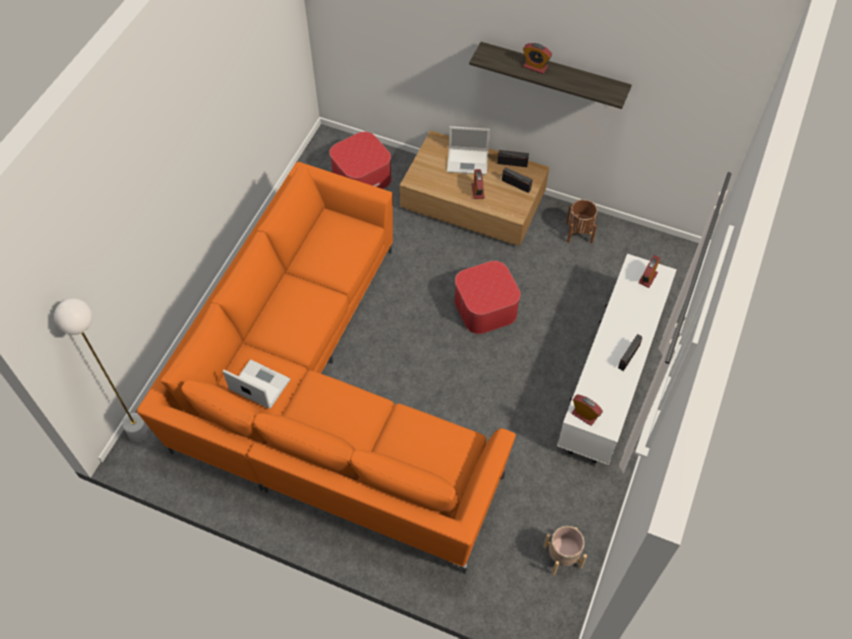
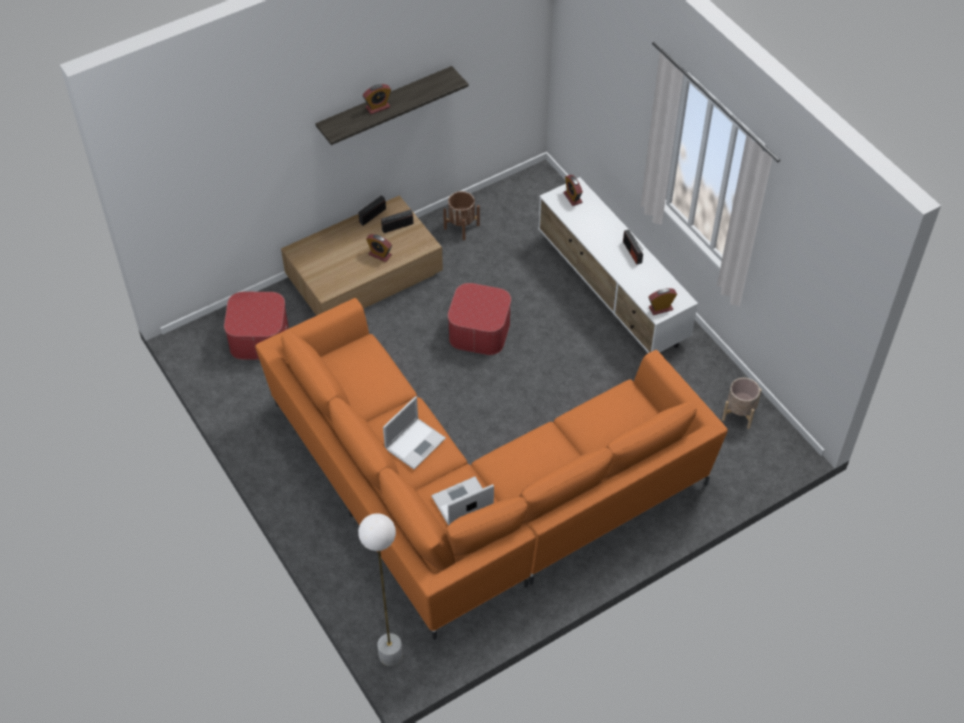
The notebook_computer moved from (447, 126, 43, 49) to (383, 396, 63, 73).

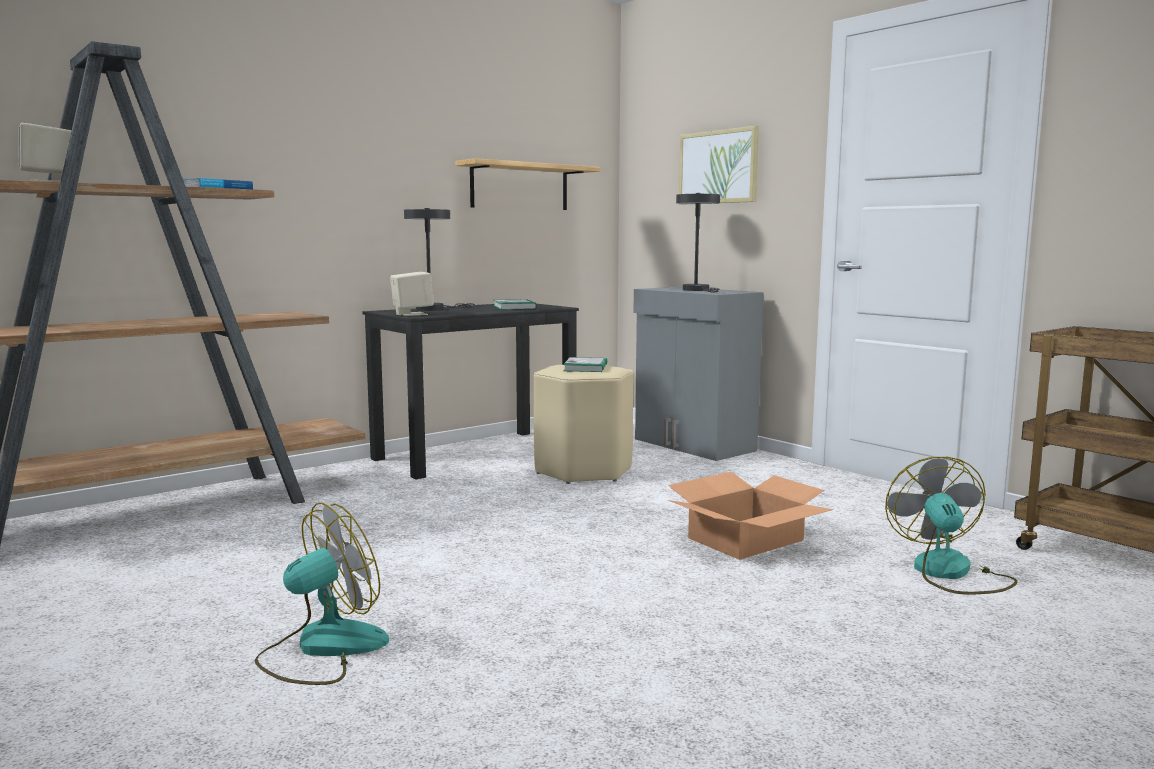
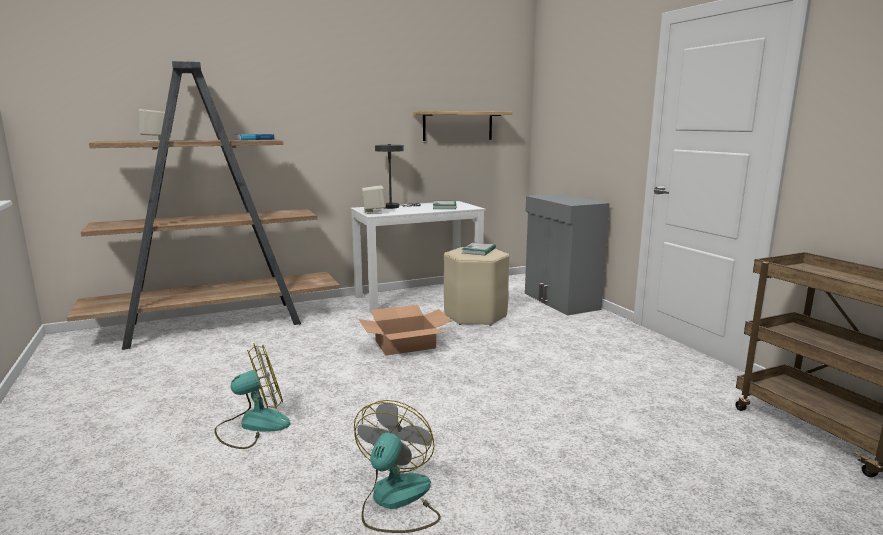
The blackish_desk at (363, 304, 216, 175) became the whitish_desk at (350, 201, 135, 112).
The cooling_fan moved from (885, 457, 133, 138) to (354, 400, 87, 133).
The carton moved from (668, 472, 165, 88) to (359, 305, 93, 51).
The greyish_lamp_for_a_table at (676, 193, 44, 100) disappeared.
The wall_art at (679, 126, 80, 79) disappeared.

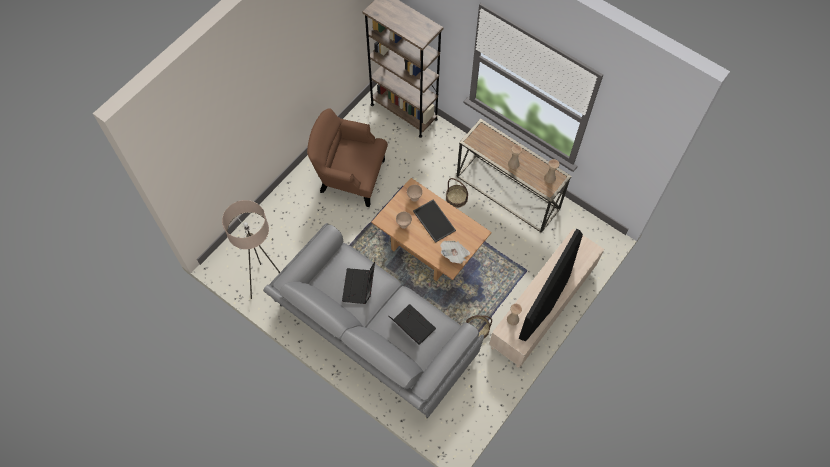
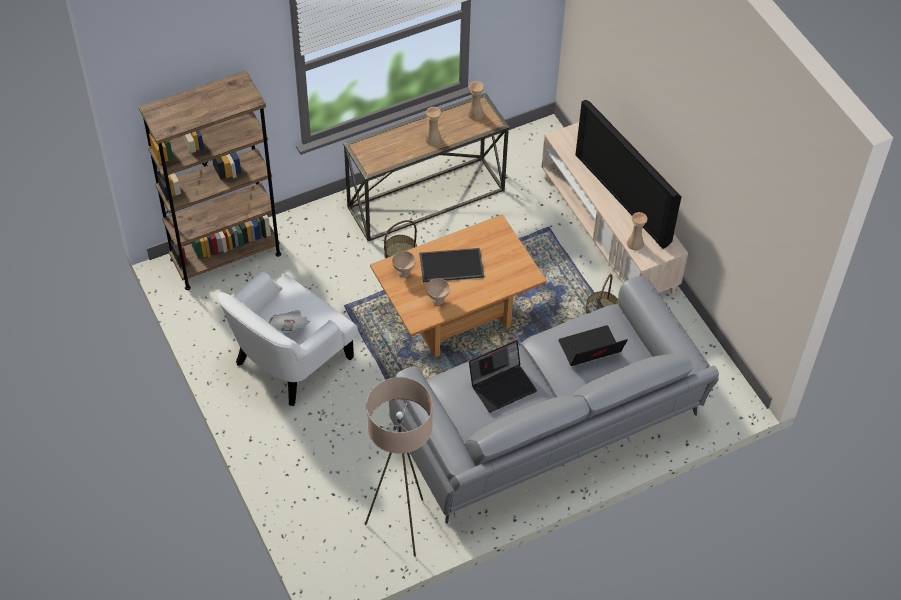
The brownish_easy_chair at (307, 108, 81, 99) became the whitish_easy_chair at (218, 271, 140, 135).
The printed_paper moved from (440, 241, 30, 23) to (268, 310, 42, 23).
The notebook_computer at (342, 262, 33, 42) turned 60 degrees counterclockwise.

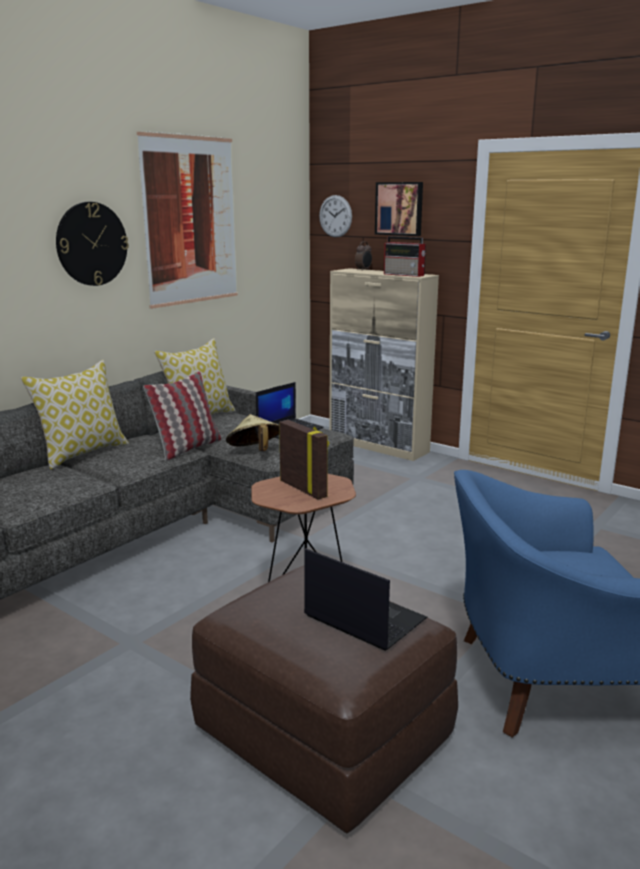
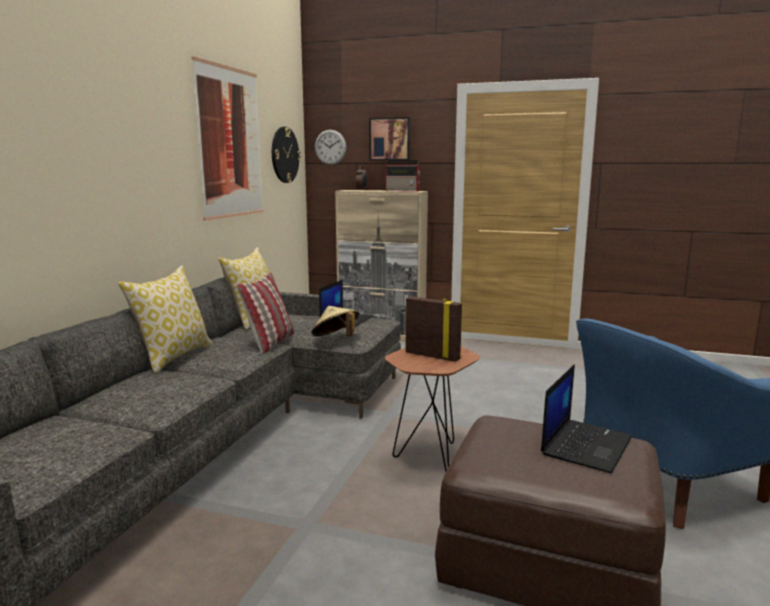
The wall_clock moved from (56, 202, 73, 84) to (272, 127, 29, 56).
The notebook_computer at (304, 548, 123, 103) turned 105 degrees clockwise.

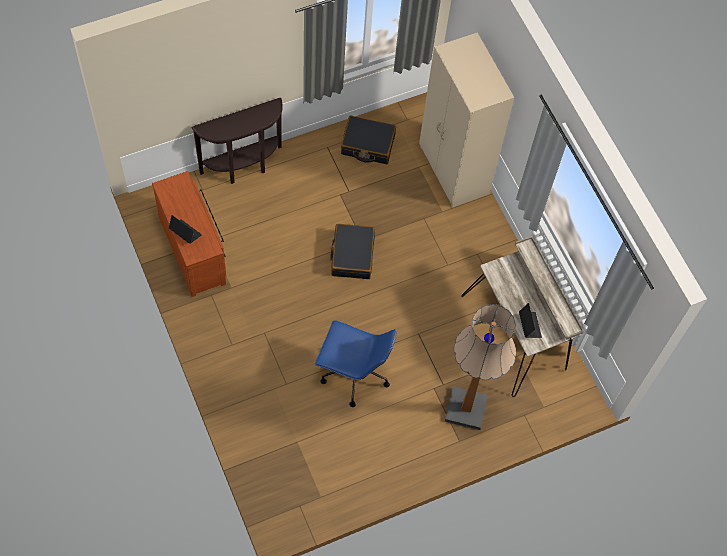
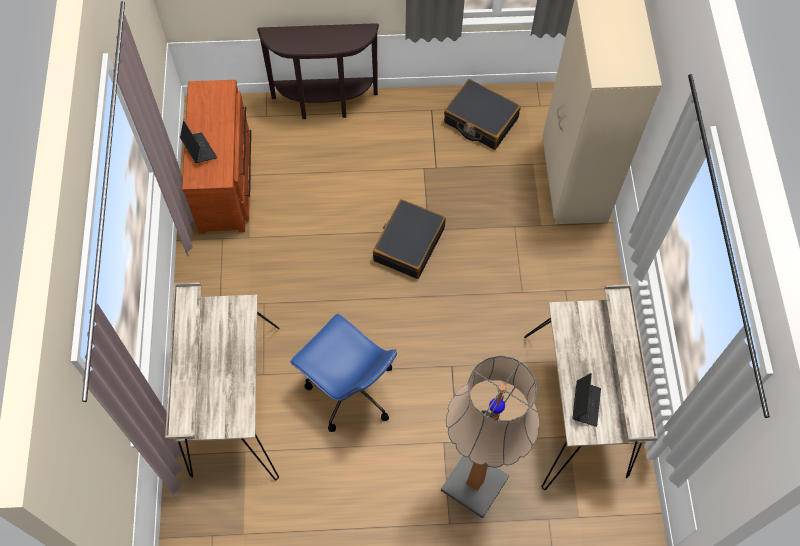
The beige-coloured_desk at (165, 282, 115, 198) appeared.

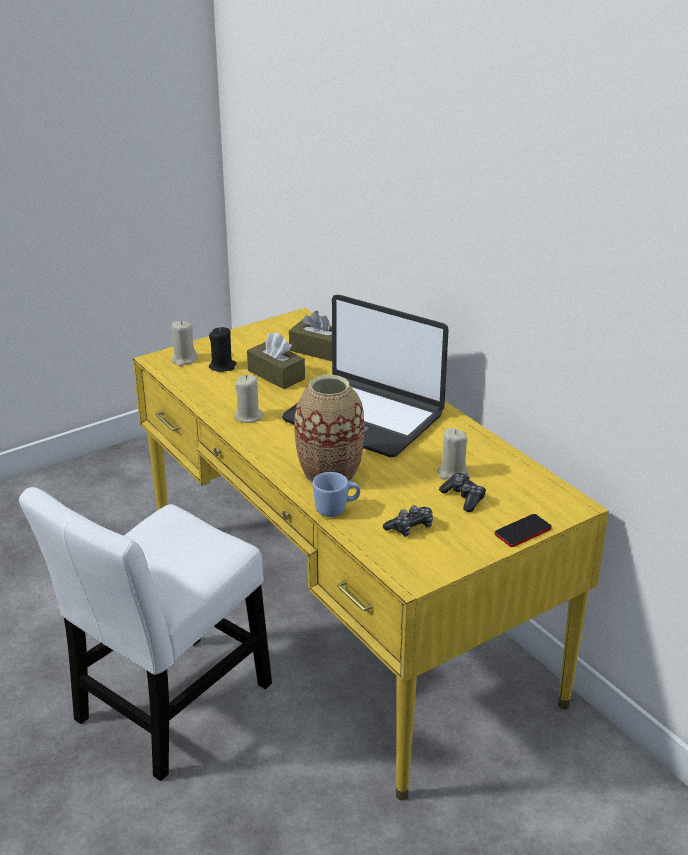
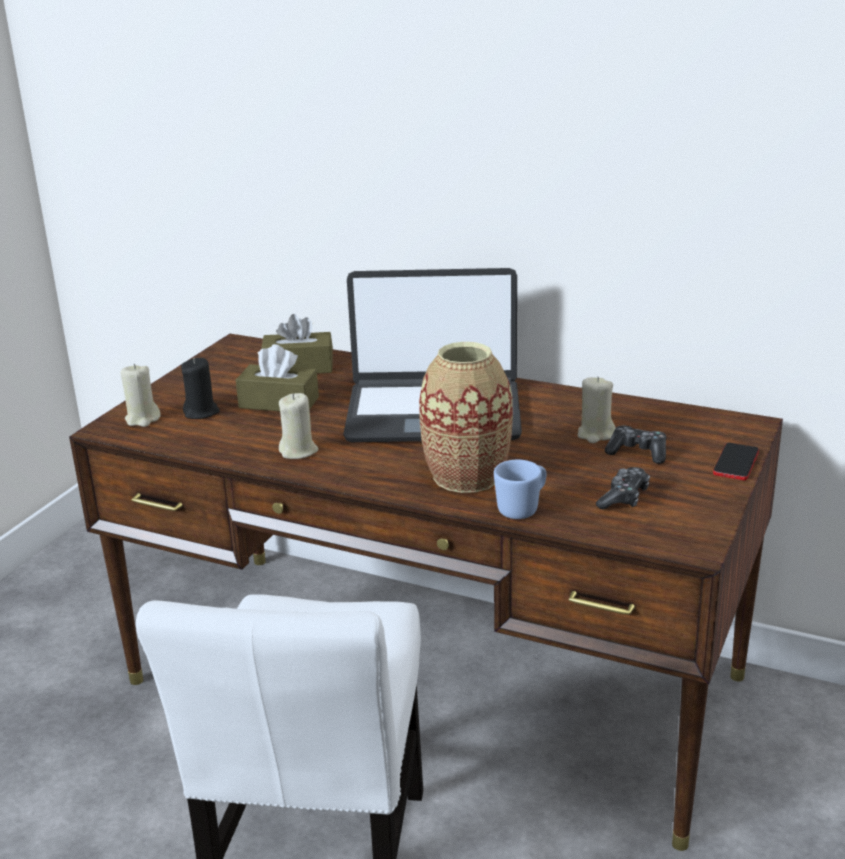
The yellow-coloured_desk at (133, 308, 476, 493) became the brownish_desk at (69, 334, 714, 517).

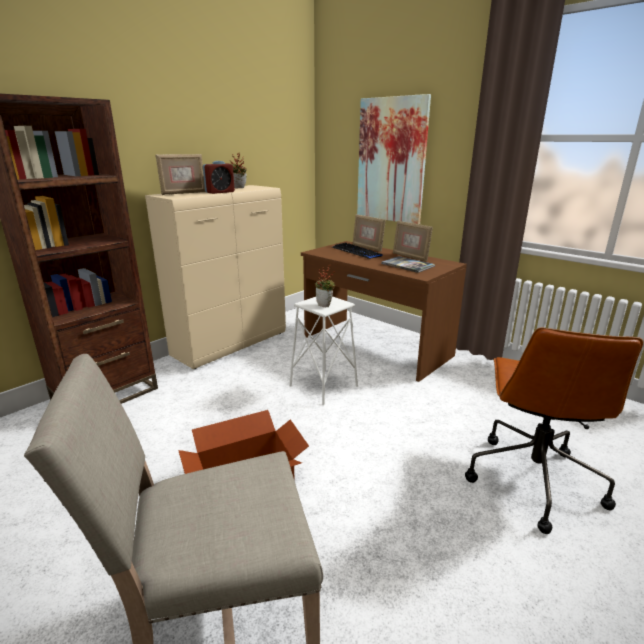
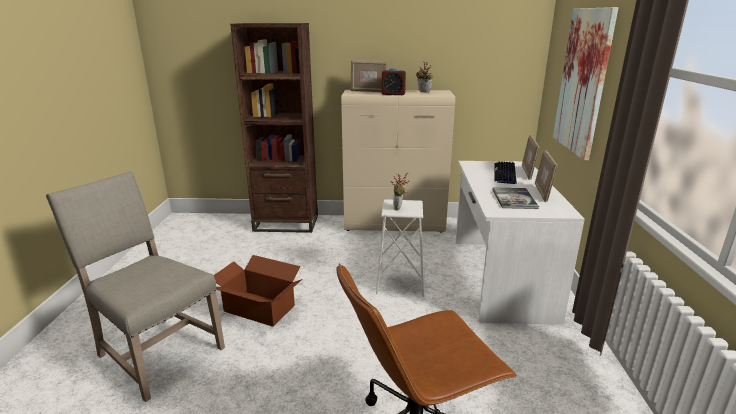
The brownish_desk at (301, 241, 166, 141) became the whitish_desk at (455, 161, 130, 164).

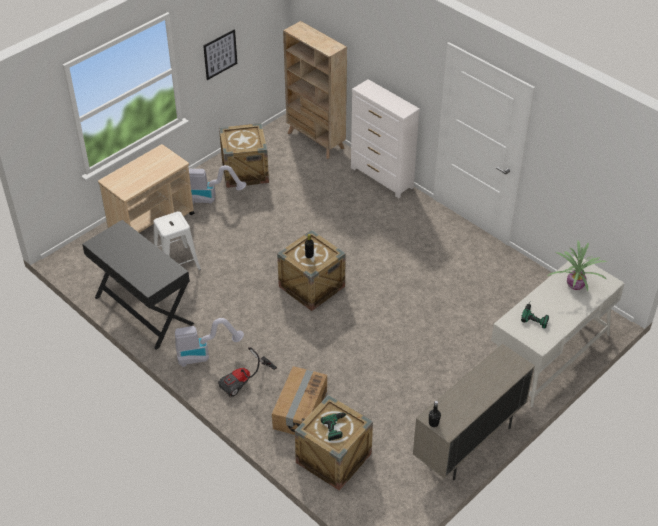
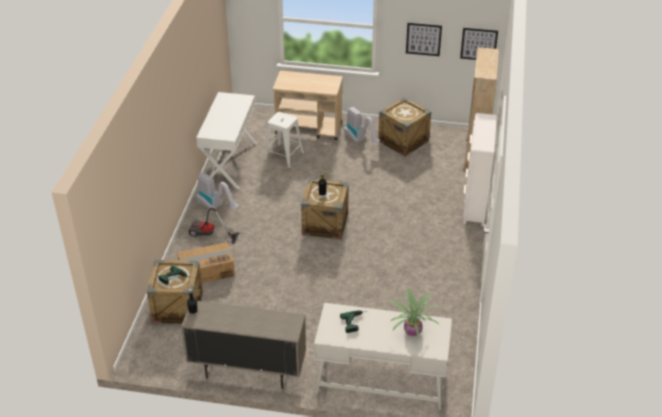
The blackish_desk at (82, 220, 112, 130) became the whitish_desk at (196, 92, 61, 97).
The wall_art at (460, 28, 38, 32) appeared.

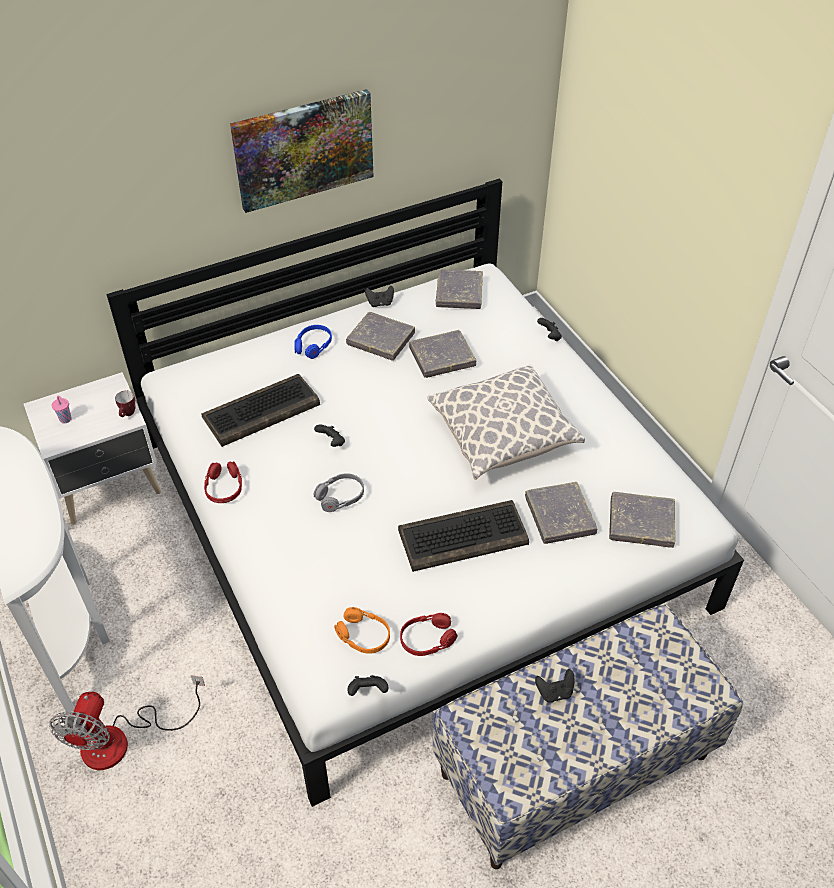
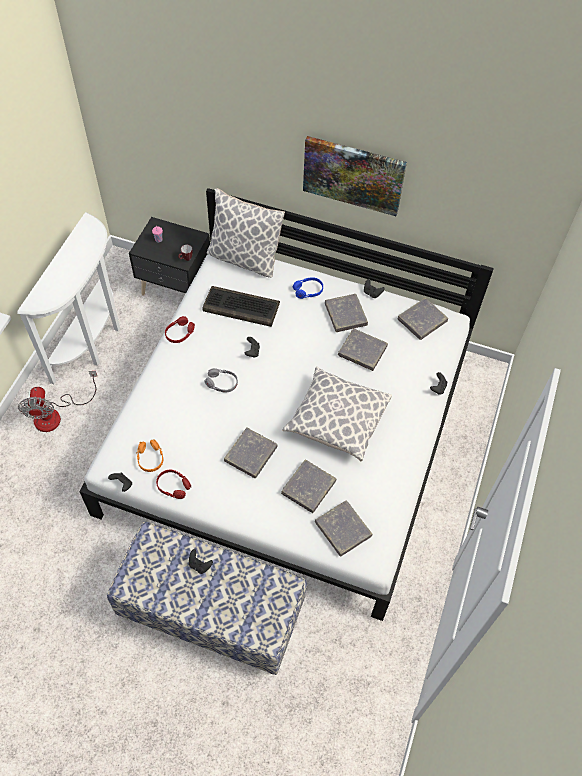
The cooling_fan at (49, 675, 156, 95) turned 60 degrees counterclockwise.
The whitish_bedside_table at (24, 372, 137, 153) became the blackish_bedside_table at (129, 217, 81, 79).
The throw_pillow at (207, 188, 78, 90) appeared.
The computer_keyboard at (398, 500, 131, 72) was replaced by the greyish_volume at (224, 428, 54, 50).

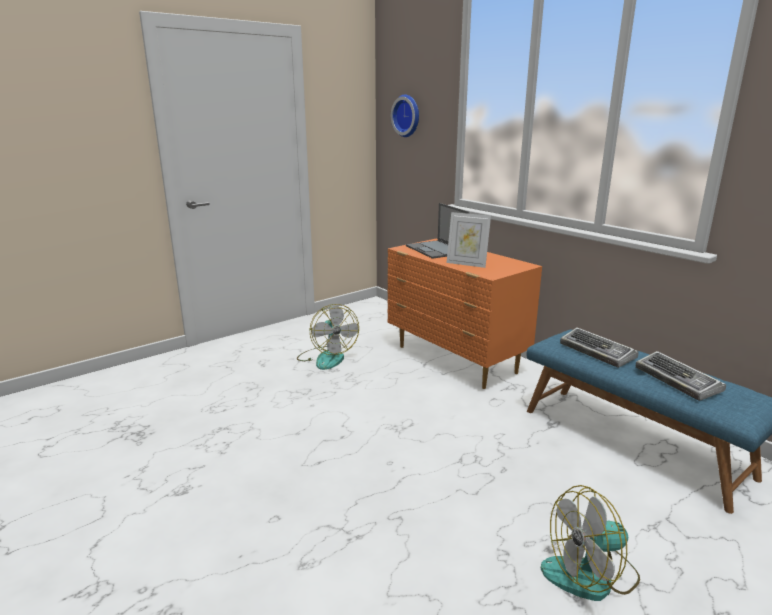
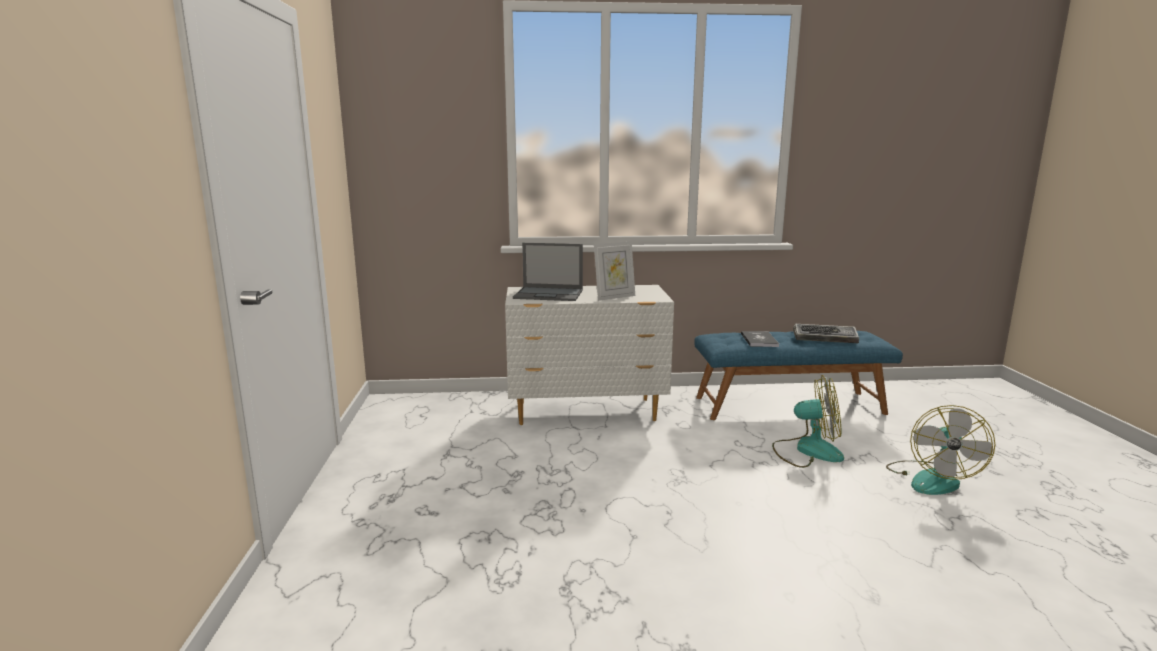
The orange-coloured_drawer_chest at (388, 239, 154, 150) became the whitish_drawer_chest at (505, 285, 169, 140).
The computer_keyboard at (560, 327, 79, 41) was replaced by the volume at (741, 331, 38, 16).
The cooling_fan moved from (297, 304, 62, 66) to (772, 375, 72, 93).
The wall_clock at (391, 95, 28, 42) disappeared.

